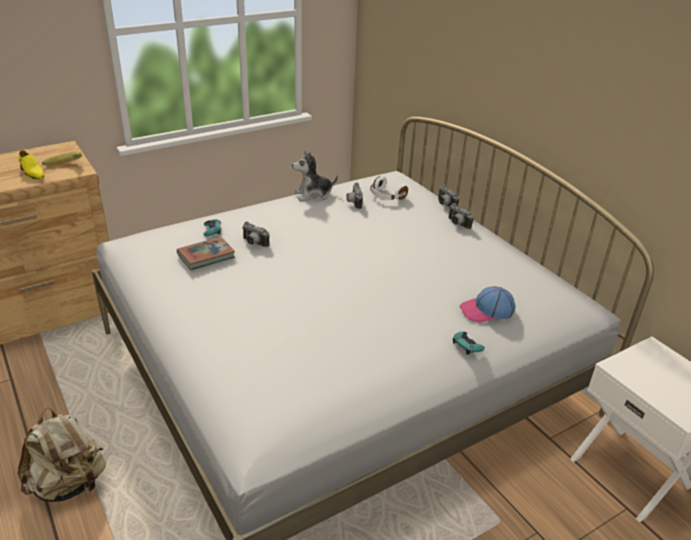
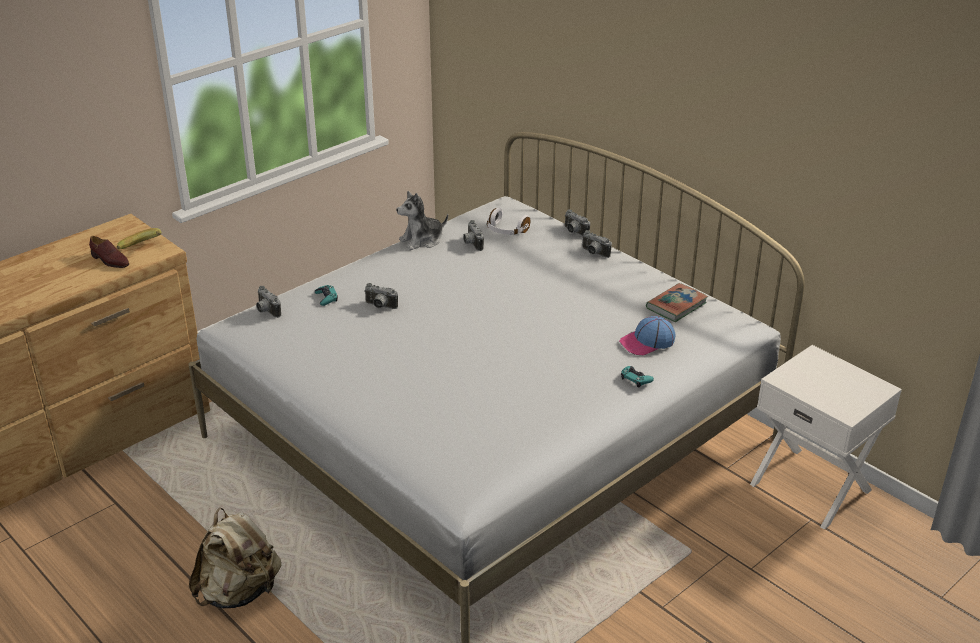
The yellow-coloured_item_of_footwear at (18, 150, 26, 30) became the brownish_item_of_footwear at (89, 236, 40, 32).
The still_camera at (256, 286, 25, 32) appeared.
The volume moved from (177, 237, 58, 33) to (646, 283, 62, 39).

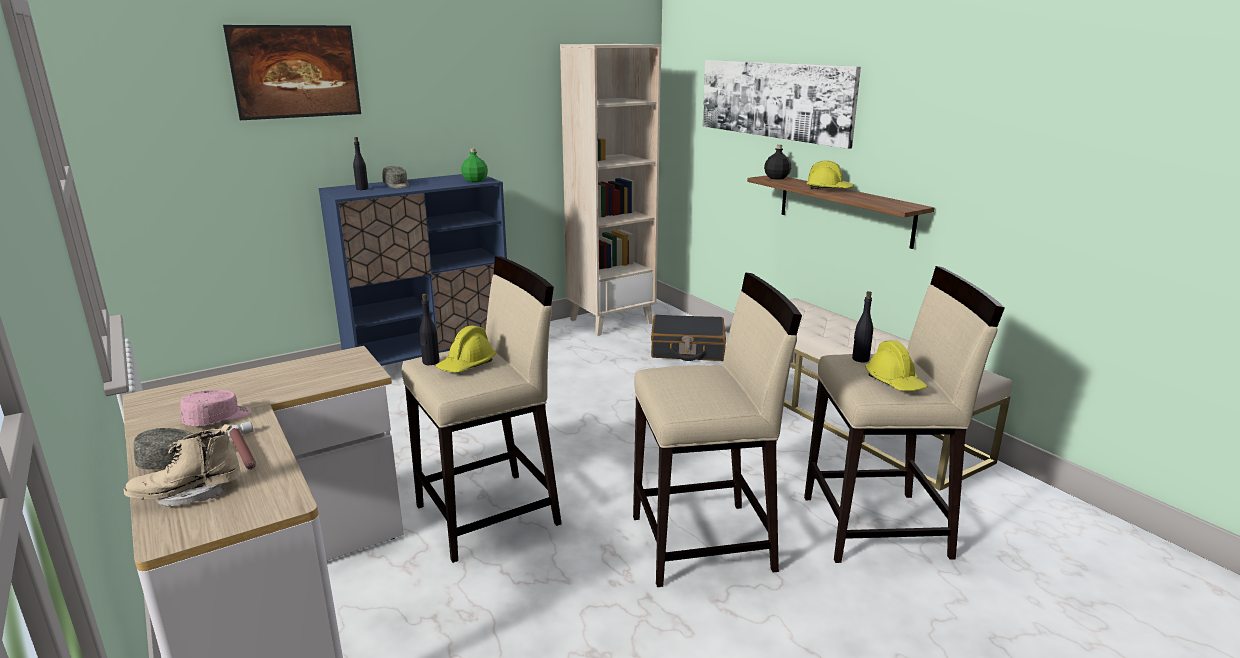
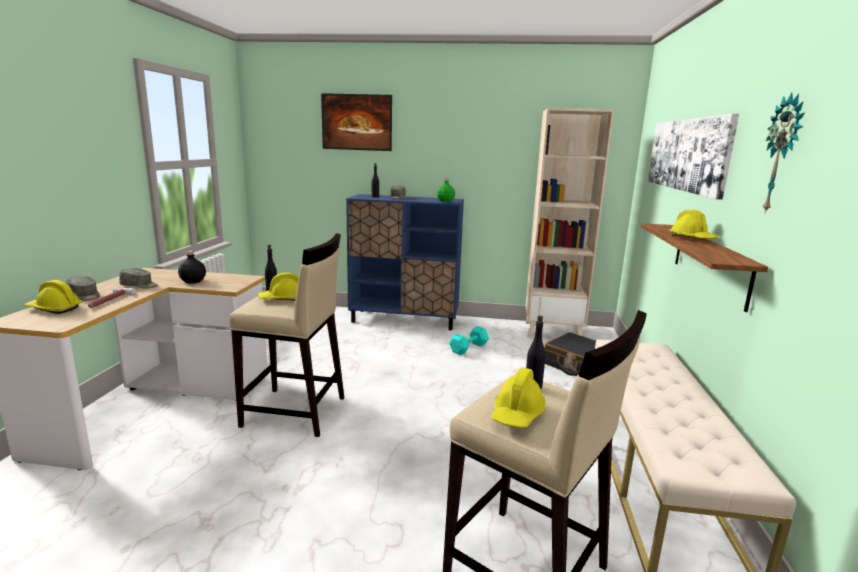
The beige-coloured_tall_boot at (124, 424, 117, 82) was replaced by the yellow-coloured_hard_hat at (24, 280, 58, 34).
The pink-coloured_cap at (180, 390, 72, 36) became the greyish_cap at (119, 268, 39, 20).
The blackish_beverage_bottle moved from (764, 145, 27, 35) to (178, 251, 28, 33).
The blue-green_dumbbell at (449, 326, 40, 29) appeared.
The wall_clock at (763, 93, 42, 121) appeared.
The beige-coloured_sitting_stool at (633, 272, 169, 315) disappeared.

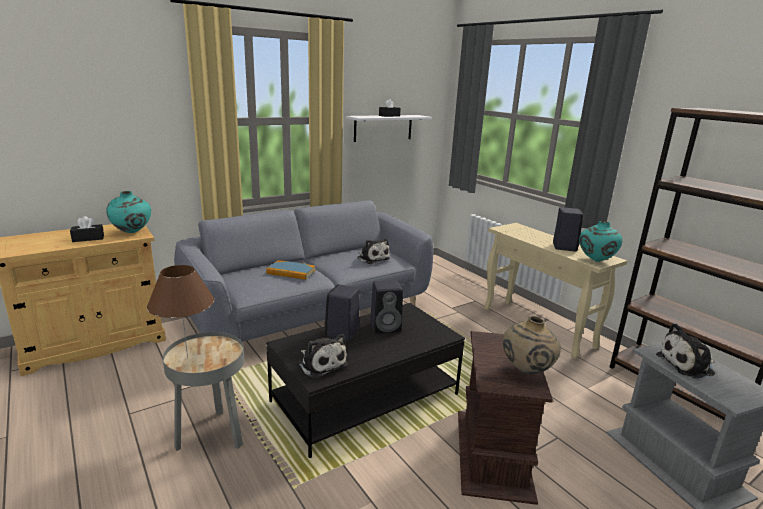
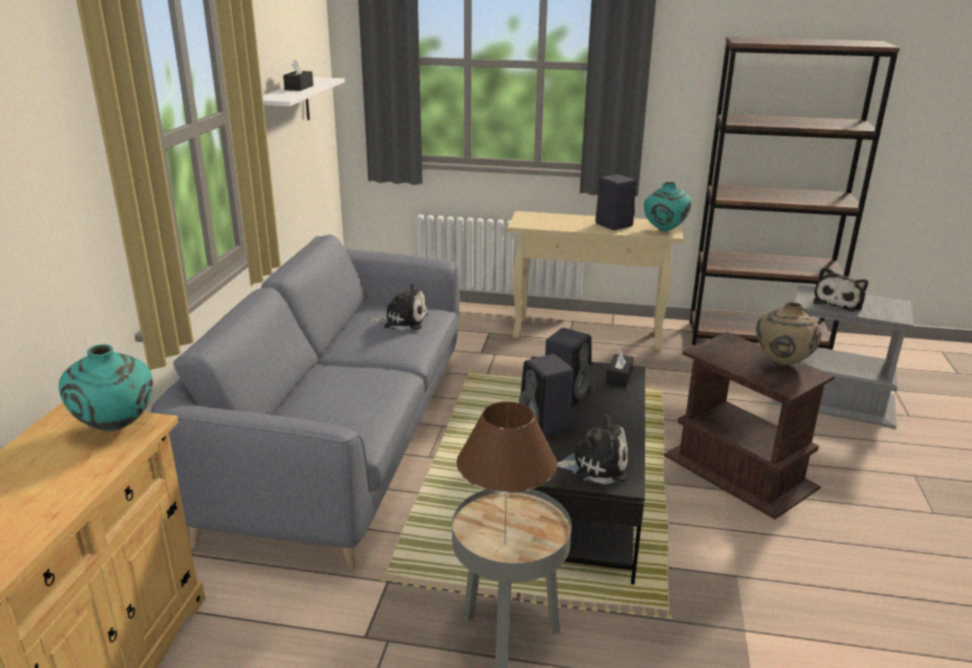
The blackish_tissue_box moved from (70, 216, 34, 26) to (606, 349, 28, 39).
The volume at (266, 260, 49, 20) disappeared.

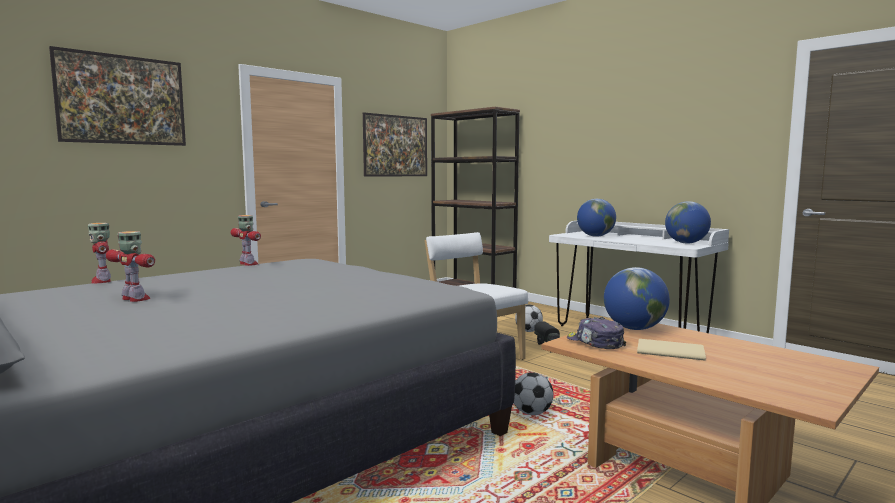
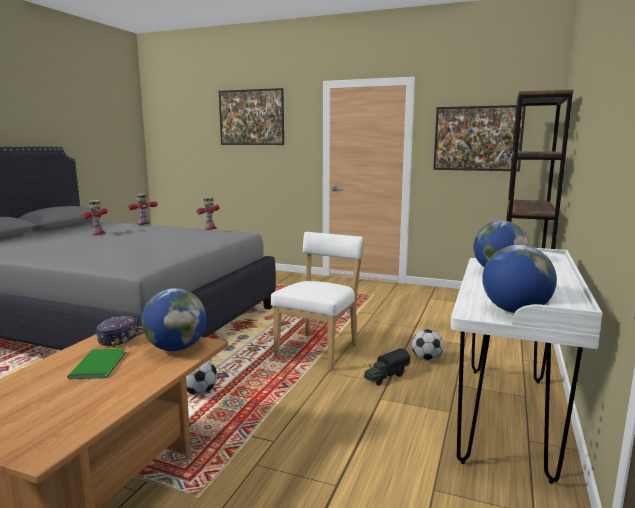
The beige-coloured_volume at (637, 339, 69, 22) became the green_volume at (67, 349, 59, 30).

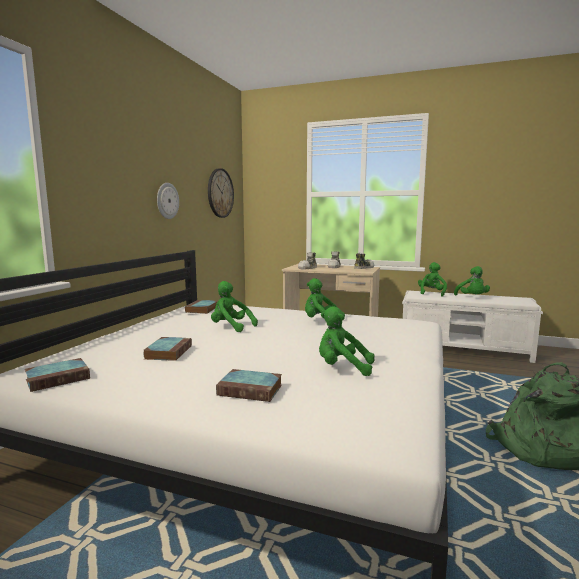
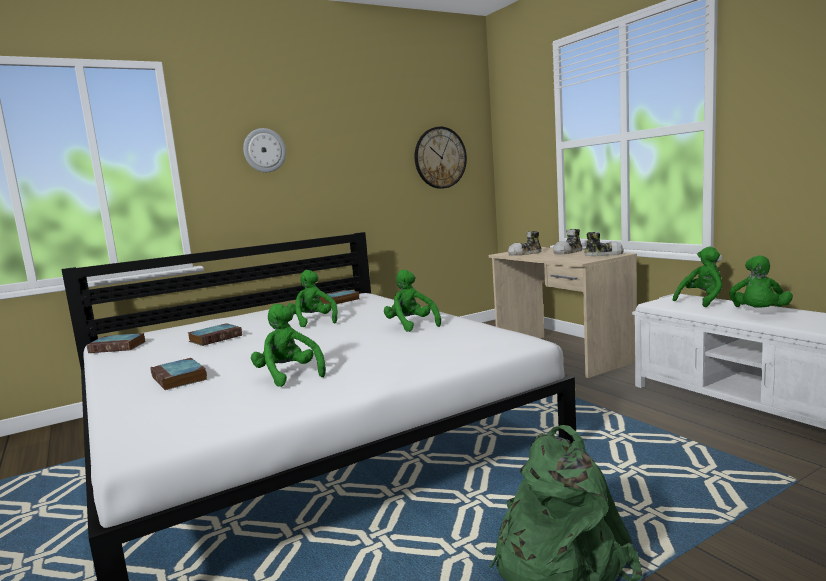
The wall_clock moved from (157, 183, 22, 36) to (243, 128, 43, 44).

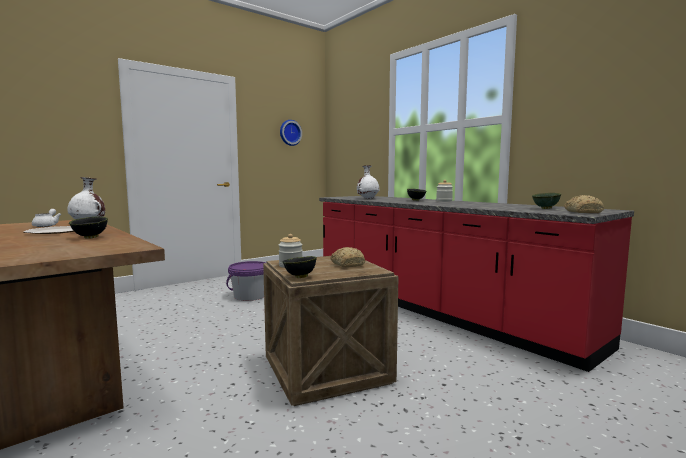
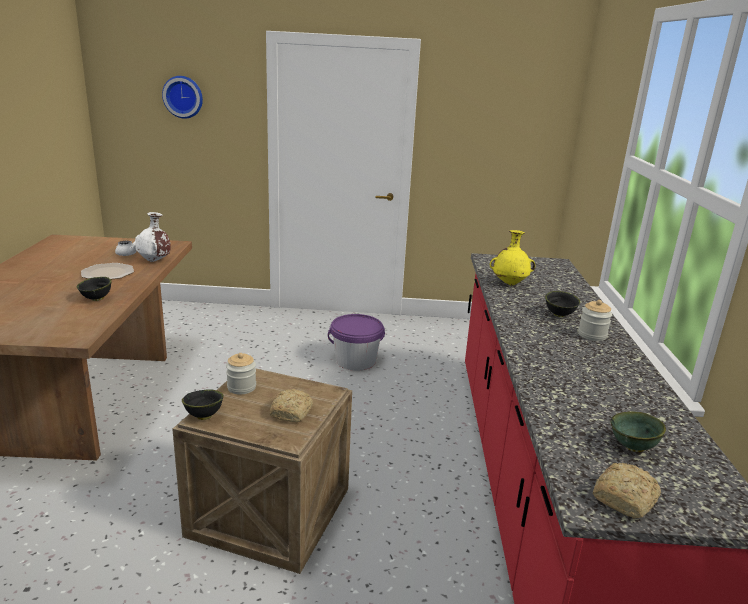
The wall_clock moved from (280, 120, 22, 26) to (162, 76, 41, 43).
The whitish_flower_vase at (357, 165, 22, 34) became the yellow-coloured_flower_vase at (490, 230, 45, 56).

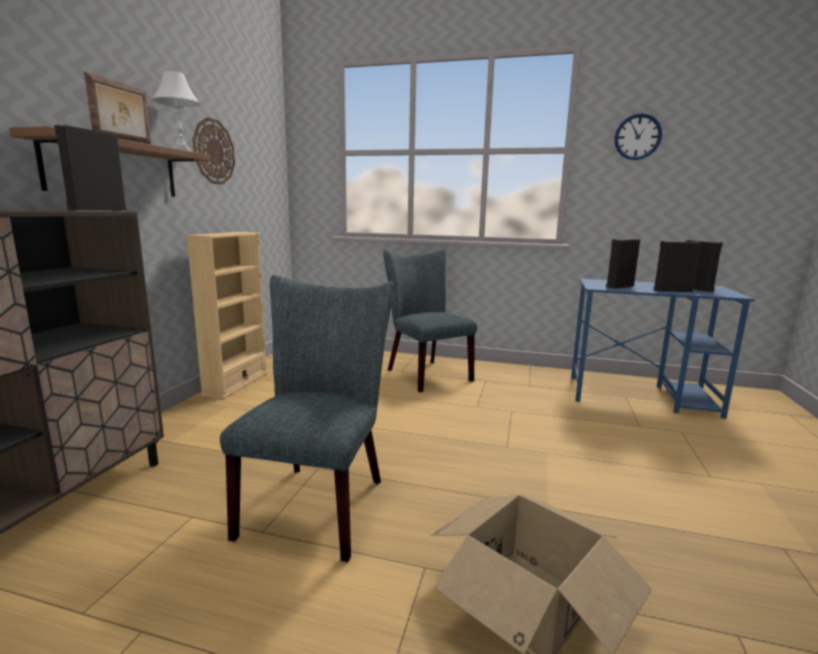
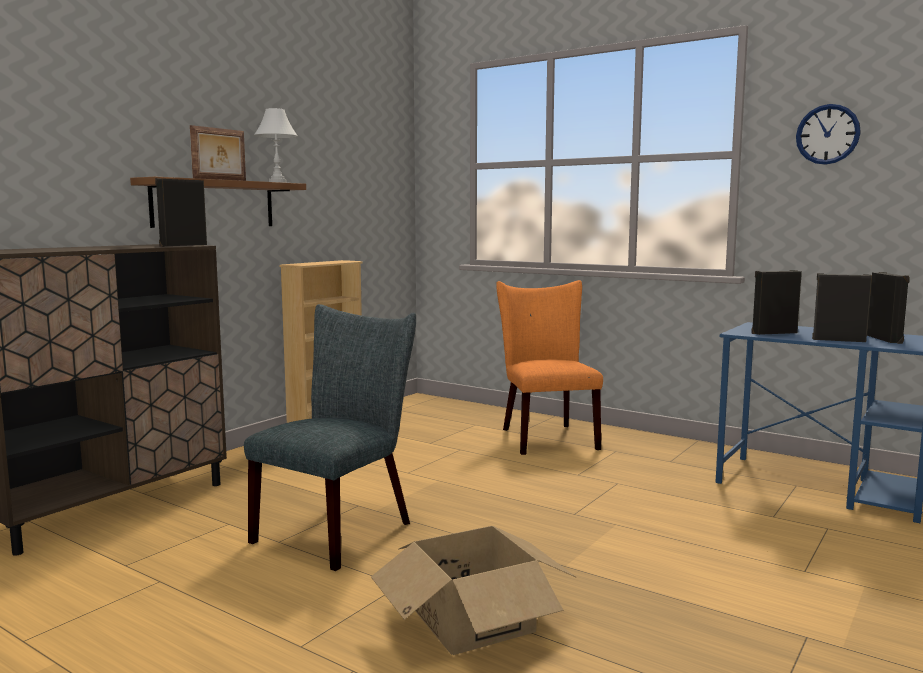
The greyish_plain_chair at (383, 248, 94, 144) became the orange-coloured_plain_chair at (496, 280, 107, 175).
The wall_clock at (193, 117, 42, 68) disappeared.

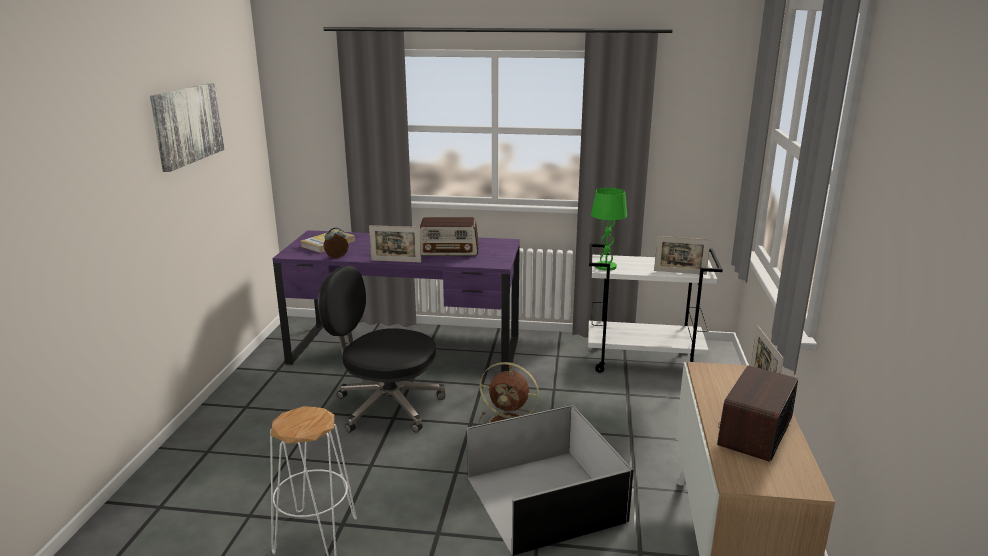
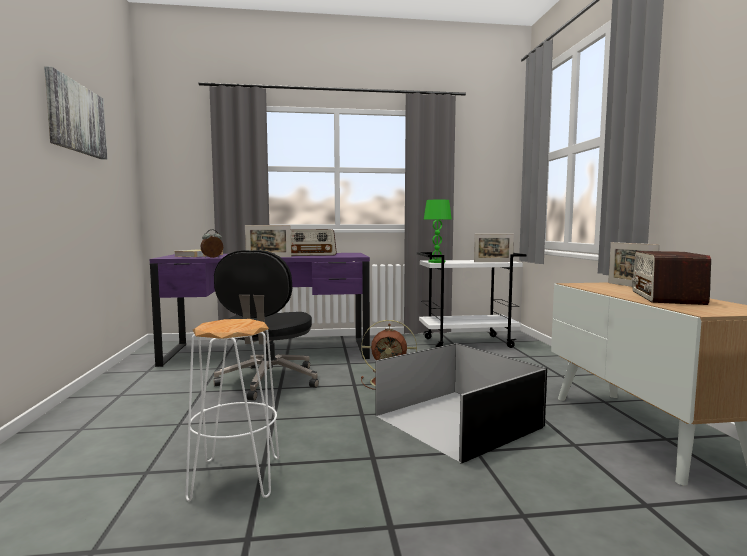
The blackish_office_chair at (318, 266, 127, 167) turned 90 degrees counterclockwise.

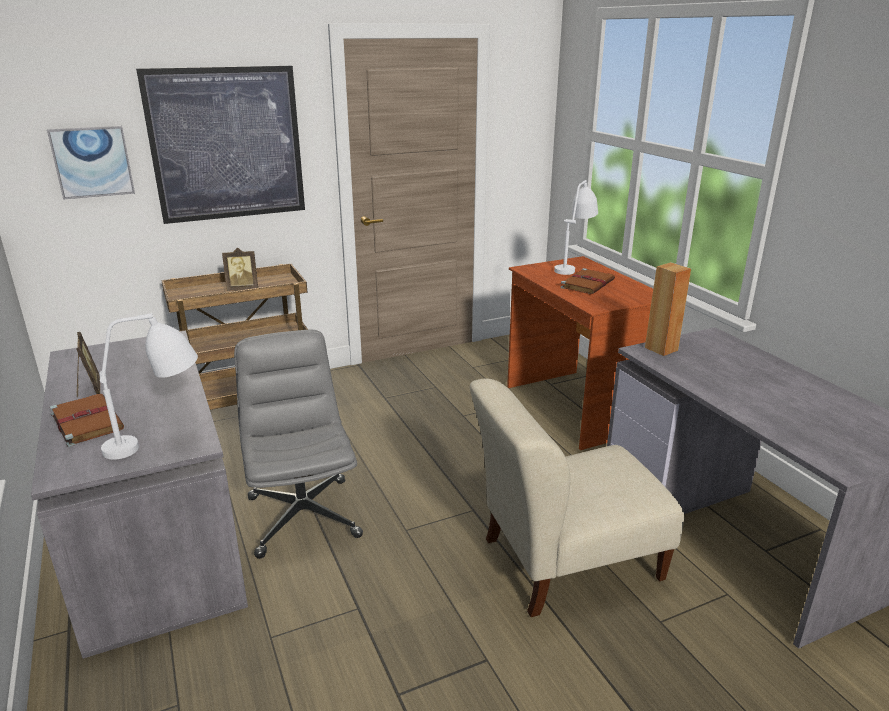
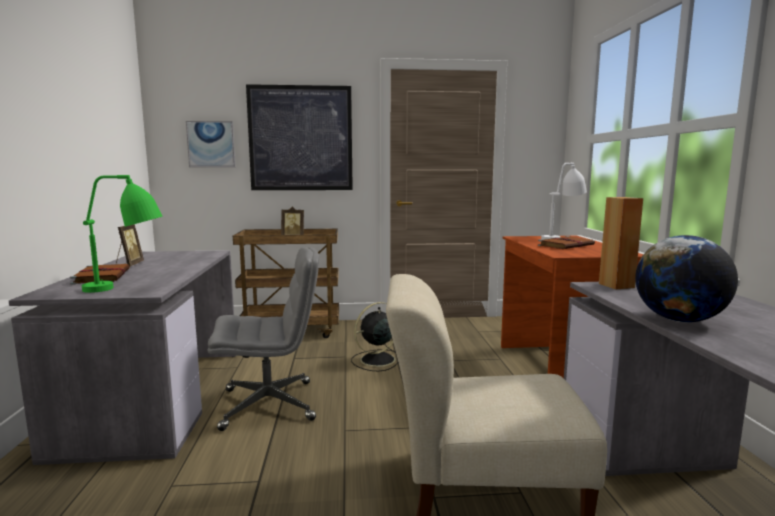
The whitish_lamp_for_a_table at (99, 313, 99, 147) became the green_lamp_for_a_table at (82, 175, 81, 118).
The greyish_office_chair at (234, 329, 129, 230) turned 75 degrees clockwise.
The blackish_cooling_fan at (351, 302, 48, 69) appeared.
The globe at (635, 235, 103, 87) appeared.

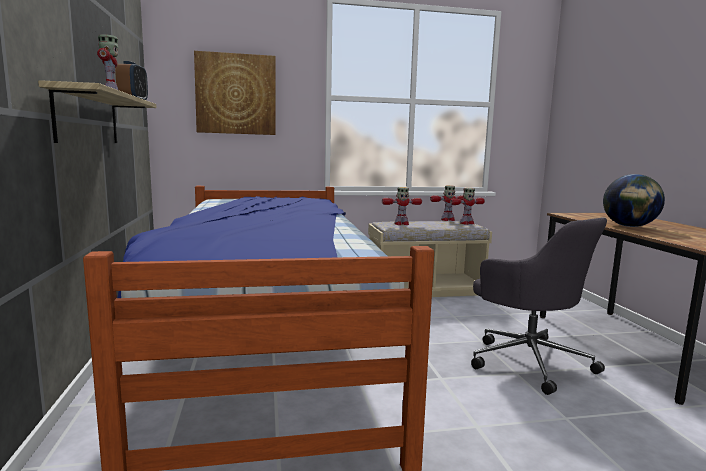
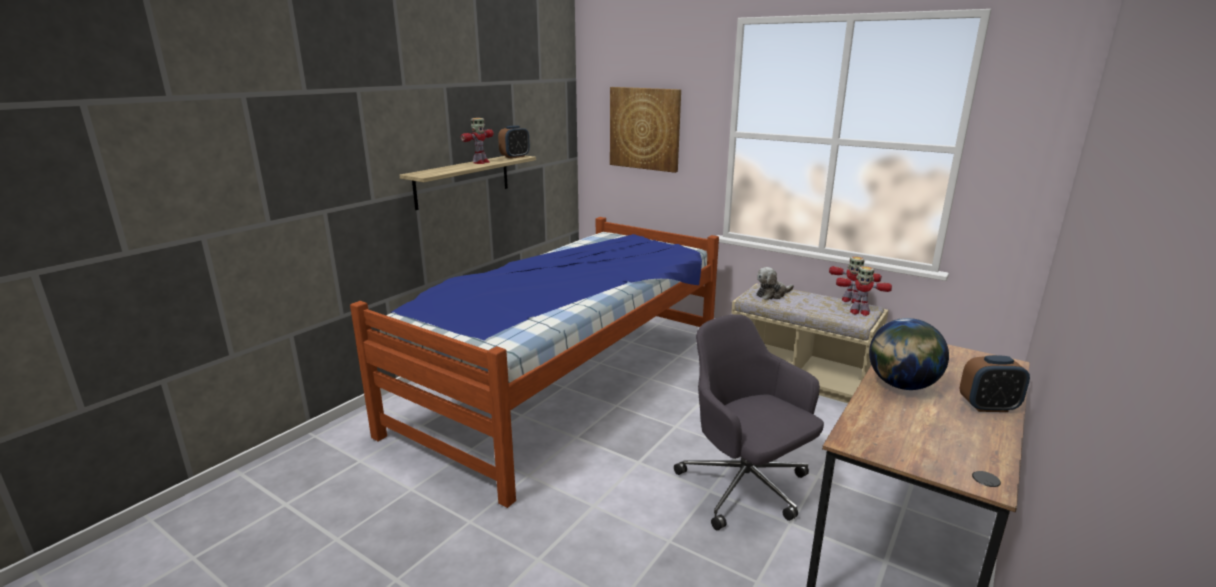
The greyish_office_chair at (471, 217, 136, 178) turned 135 degrees clockwise.
The model_robot at (382, 187, 40, 38) was replaced by the cuddly_toy at (756, 267, 38, 33).
The table_clock at (960, 355, 70, 57) appeared.

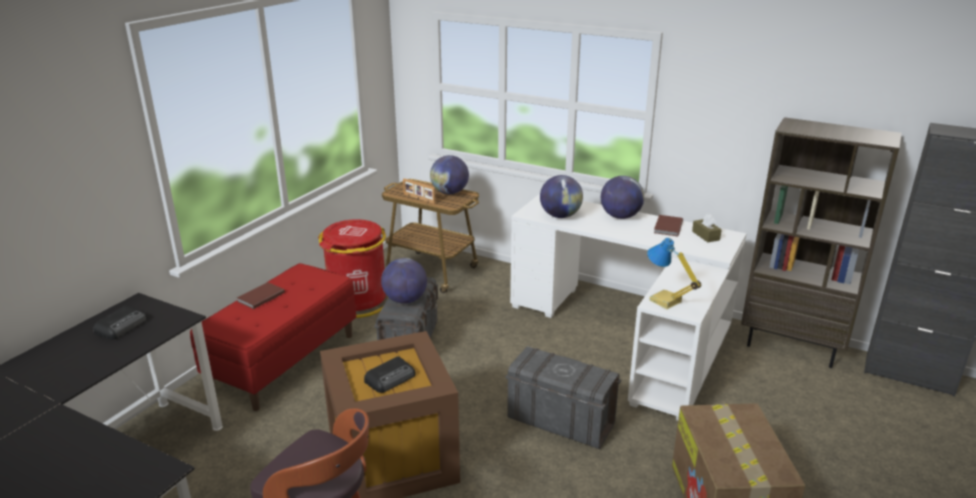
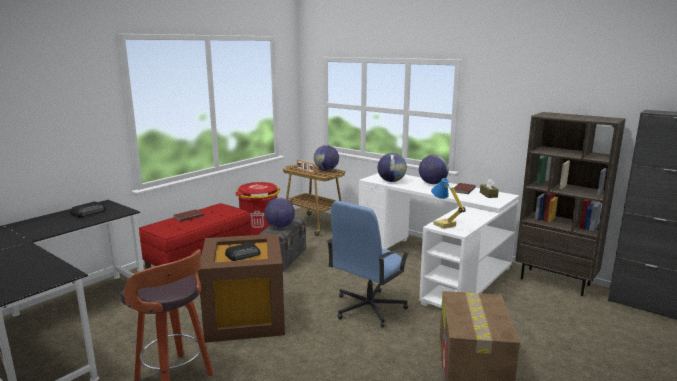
The greyish_storage_bin at (505, 346, 116, 103) was replaced by the blue-coloured_office_chair at (327, 201, 82, 127).

